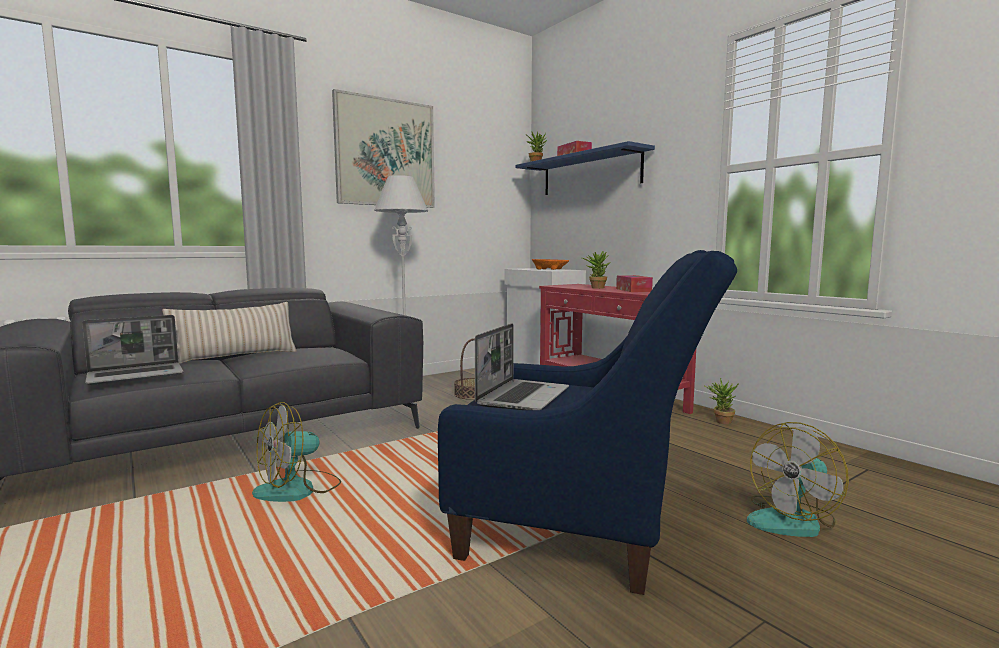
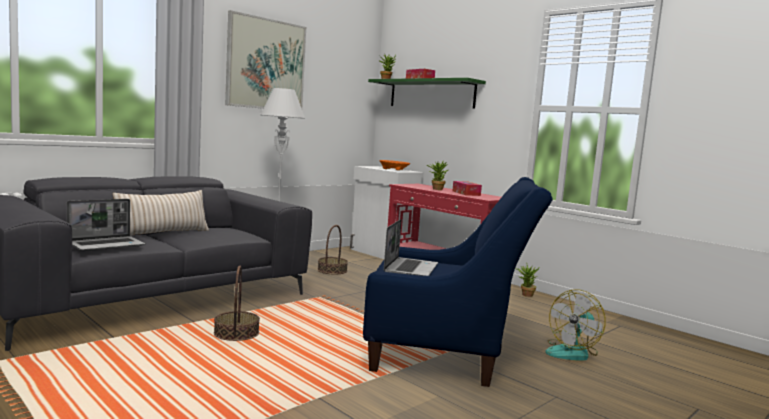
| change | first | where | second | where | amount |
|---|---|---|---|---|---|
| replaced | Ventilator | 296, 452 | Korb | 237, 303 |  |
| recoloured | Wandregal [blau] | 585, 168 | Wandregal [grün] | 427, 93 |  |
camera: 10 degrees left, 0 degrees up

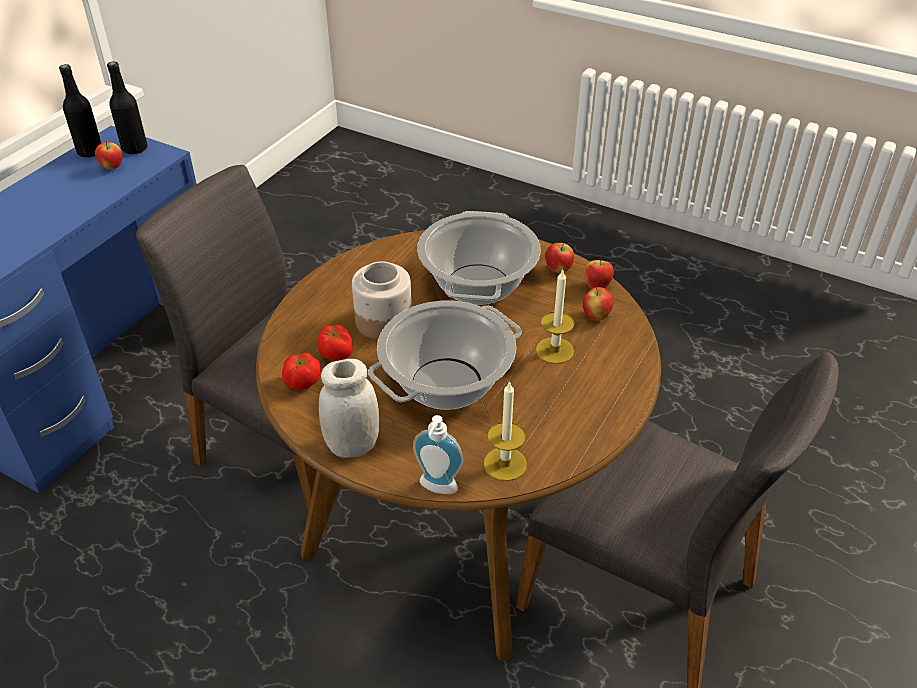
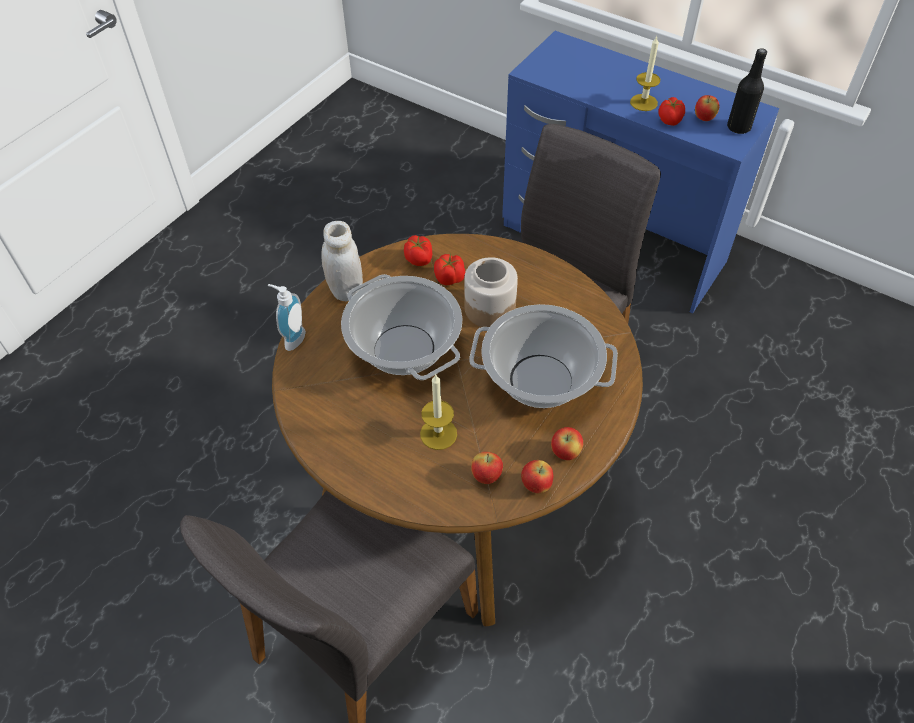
| change | first | where | second | where | amount |
|---|---|---|---|---|---|
| removed | Flasche [schwarz] | 80, 111 |  |  |  |
| added |  |  | Tomate | 671, 111 |  |
| moved | Kerze | 505, 431 |  | 645, 74 |  |
camera: 95 degrees right, 10 degrees up

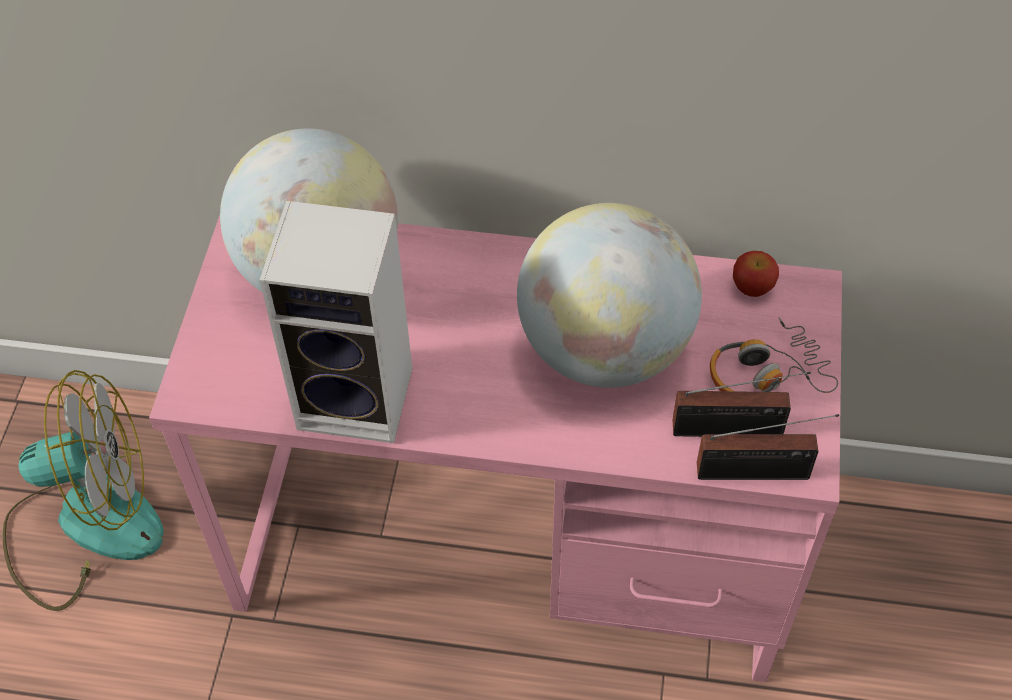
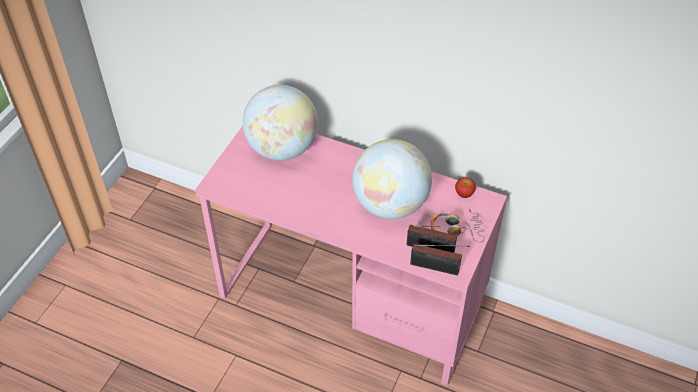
| change | first | where | second | where | amount |
|---|---|---|---|---|---|
| removed | Ventilator | 83, 490 |  |  |  |
| removed | Lautsprecher | 336, 321 |  |  |  |
camera: 15 degrees right, 5 degrees down

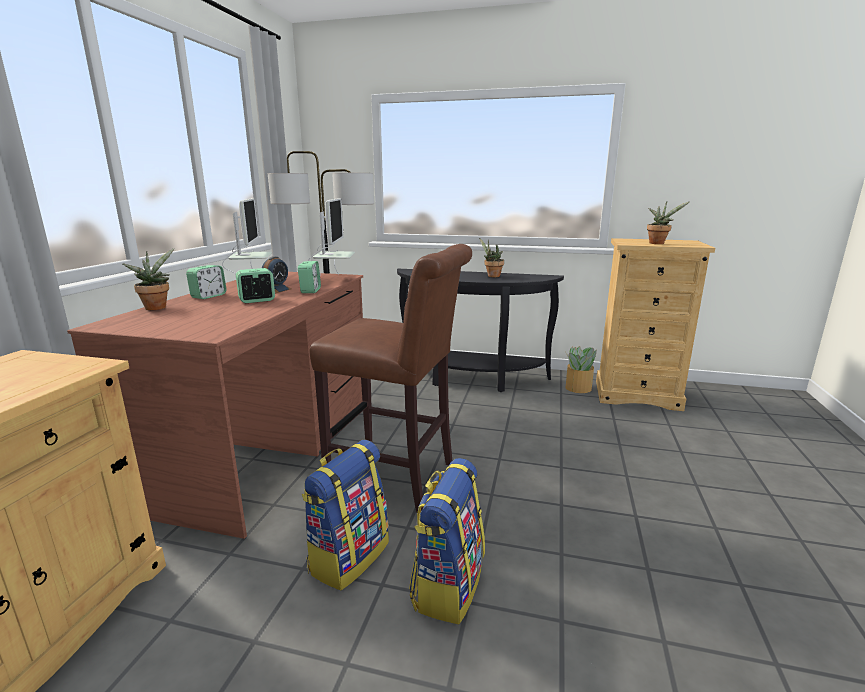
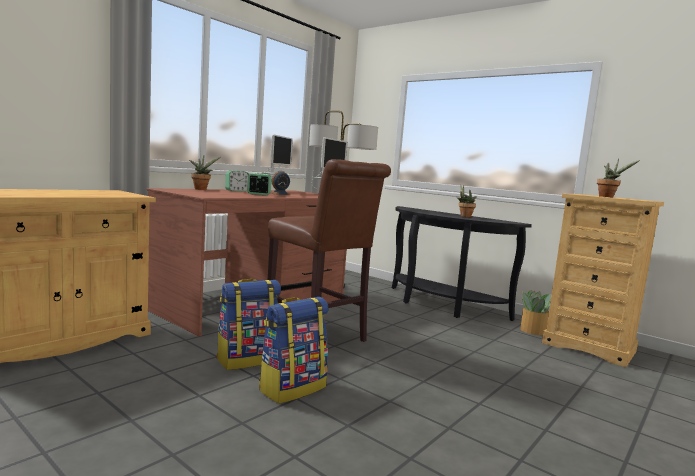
| change | first | where | second | where | amount |
|---|---|---|---|---|---|
| removed | Wecker | 309, 277 |  |  |  |
camera: 25 degrees right, 10 degrees down

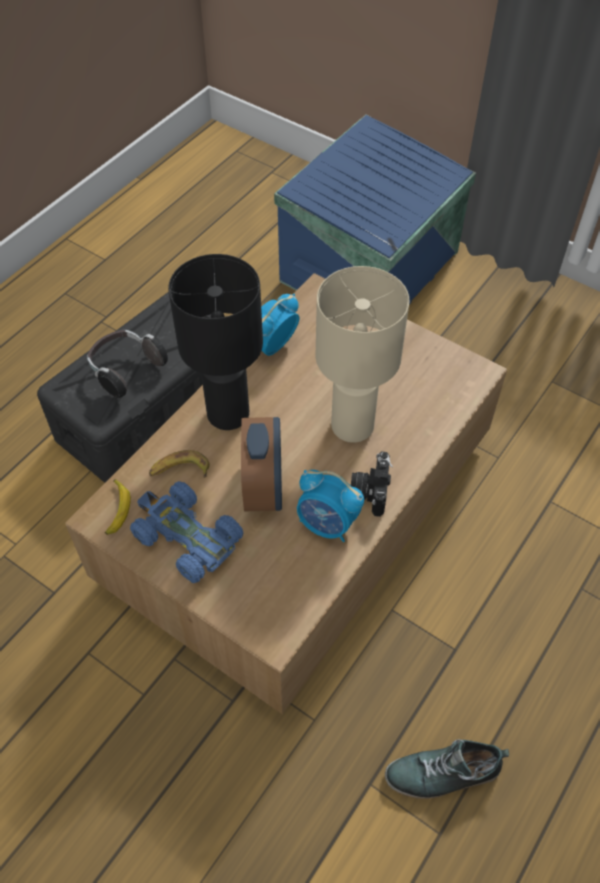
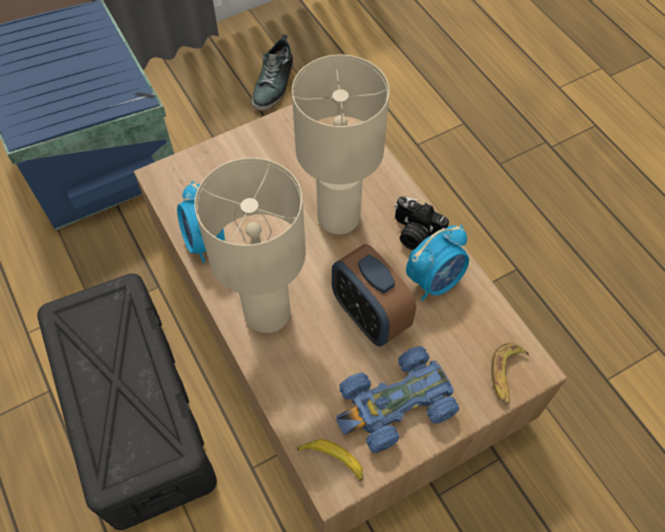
| change | first | where | second | where | amount |
|---|---|---|---|---|---|
| removed | Kopfhörer | 127, 364 |  |  |  |
| moved | Banane | 179, 464 |  | 510, 374 |  |
| moved | Schuh | 447, 769 |  | 272, 72 |  |
| recoloured | Tischlampe [schwarz] | 215, 342 | Tischlampe [beige] | 250, 245 |  |
| turned | Wecker | 261, 464 |  | 374, 295 | 150 degrees counterclockwise |
camera: 65 degrees left, 5 degrees up

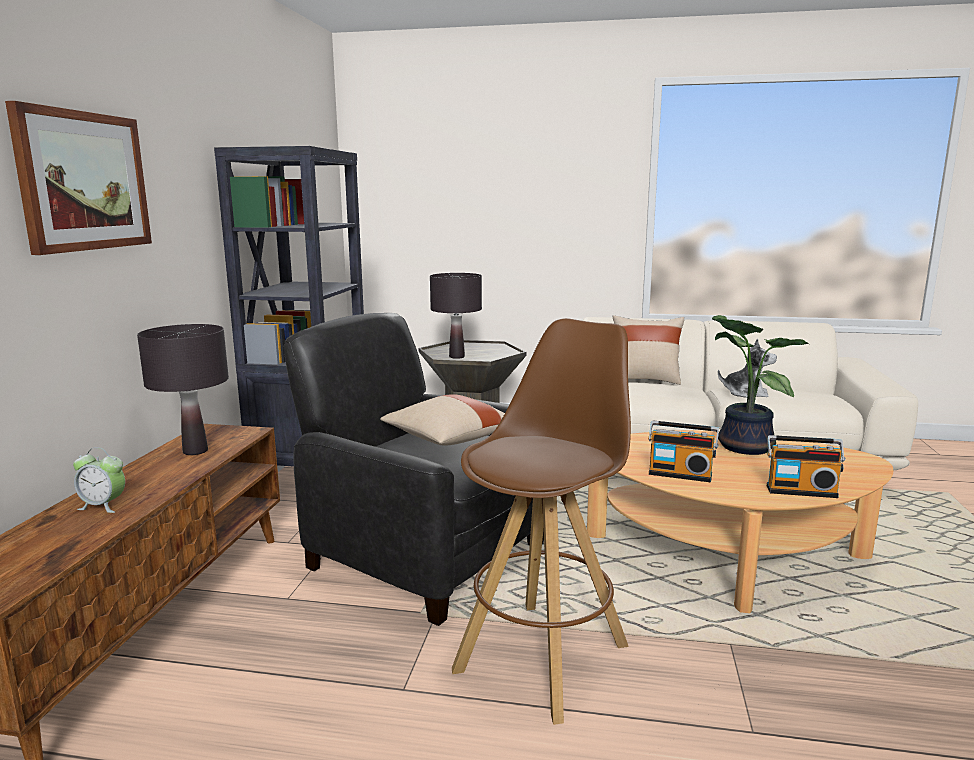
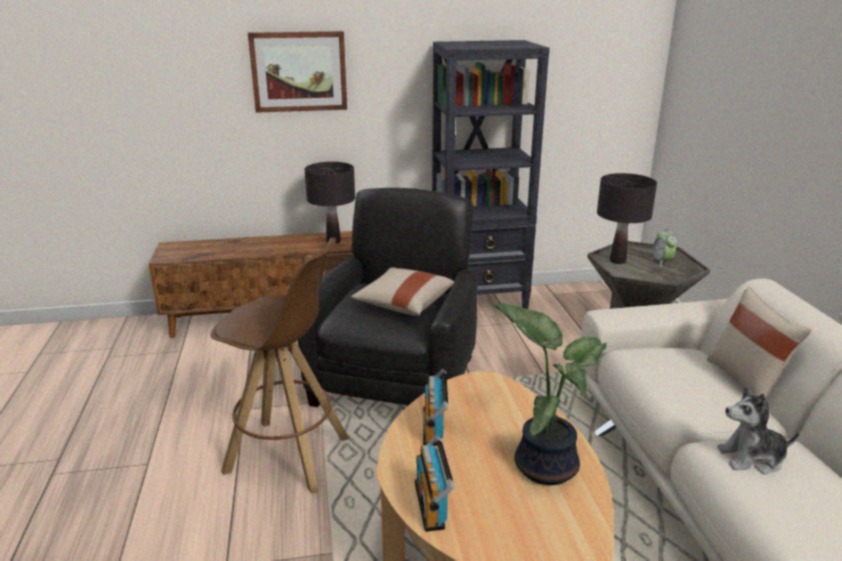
| change | first | where | second | where | amount |
|---|---|---|---|---|---|
| moved | Wecker | 99, 480 |  | 664, 248 |  |
| turned | Plüschtier | 747, 368 |  | 758, 430 | 90 degrees clockwise |
camera: 70 degrees right, 10 degrees up

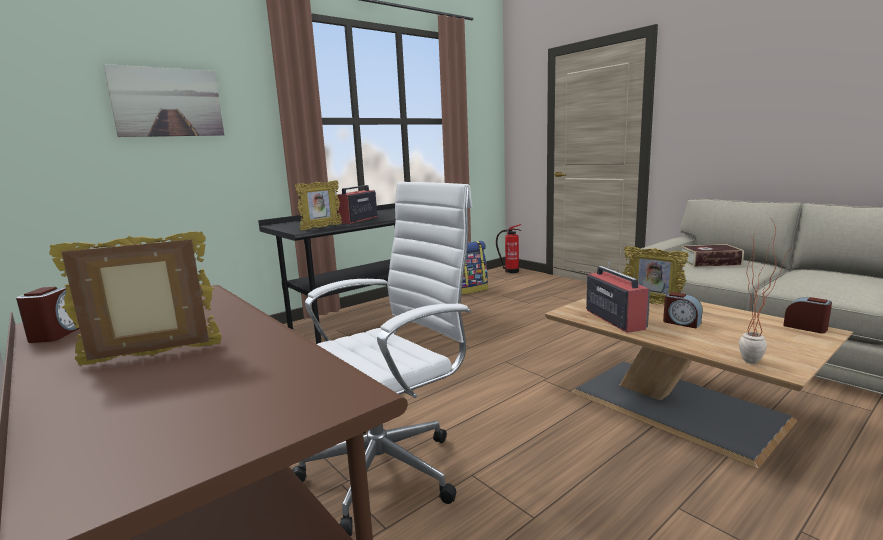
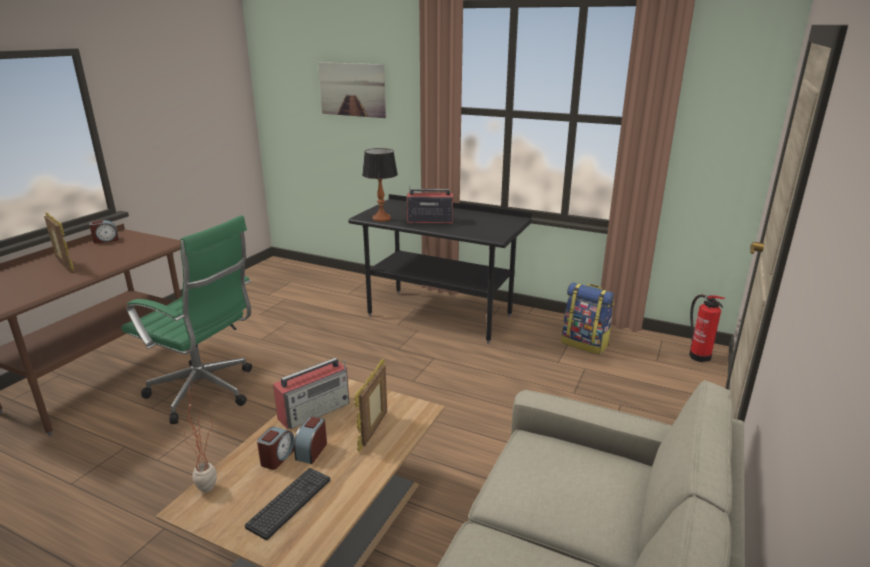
| change | first | where | second | where | amount |
|---|---|---|---|---|---|
| removed | Buch | 712, 255 |  |  |  |
| added |  |  | Tastatur | 287, 504 |  |
| moved | Wecker | 807, 315 |  | 275, 448 |  |
| replaced | Bilderrahmen | 318, 205 | Tischlampe | 380, 185 |  |
| recoloured | Bürostuhl [weiß] | 382, 359 | Bürostuhl [grün] | 186, 319 |  |
camera: 65 degrees right, 10 degrees up

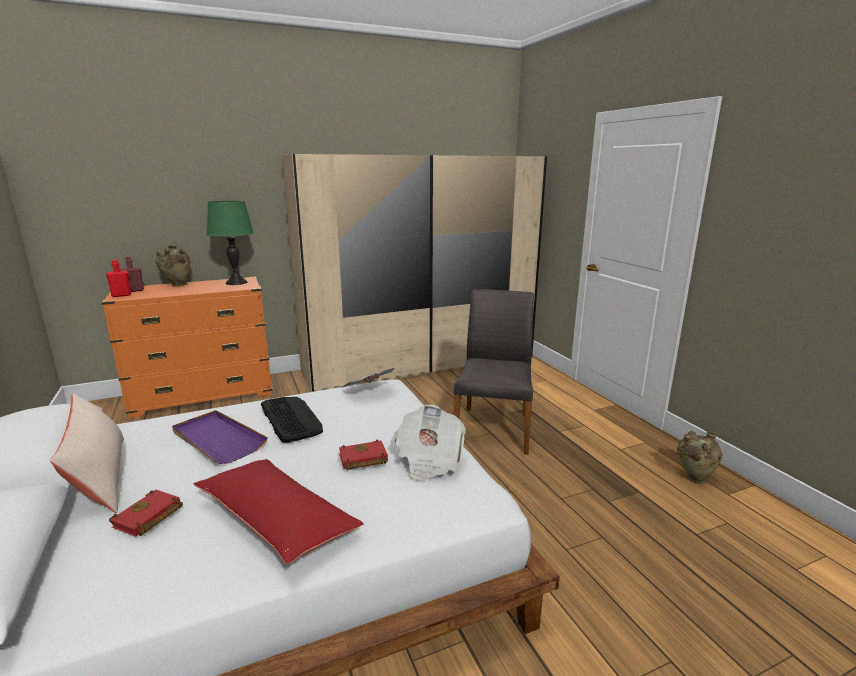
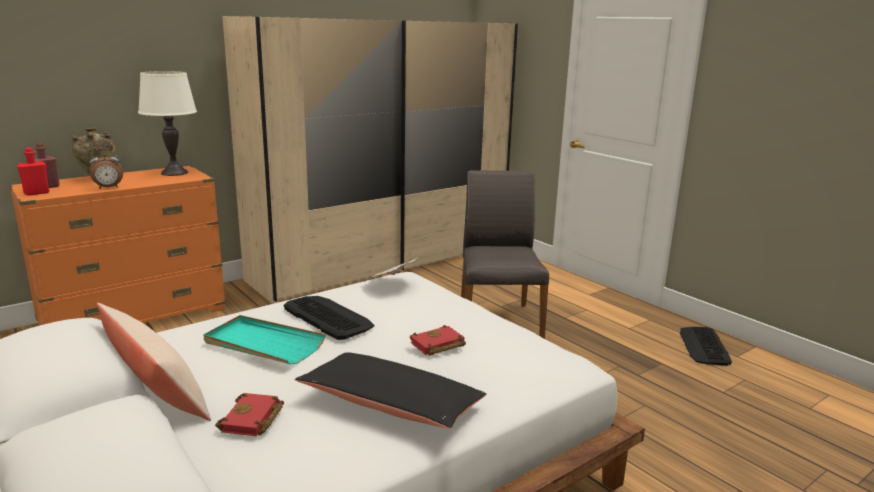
| change | first | where | second | where | amount |
|---|---|---|---|---|---|
| removed | Zeitung | 430, 443 |  |  |  |
| added |  |  | Wecker | 106, 168 |  |
| replaced | Vase [beige] | 699, 457 | Tastatur | 706, 346 |  |
| recoloured | Tablett [lila] | 220, 437 | Tablett [türkis] | 264, 339 |  |
| recoloured | Kissen [rot] | 278, 511 | Kissen [schwarz] | 390, 390 |  |
| recoloured | Tischlampe [grün] | 230, 243 | Tischlampe [weiß] | 167, 123 |  |
camera: 15 degrees left, 0 degrees up

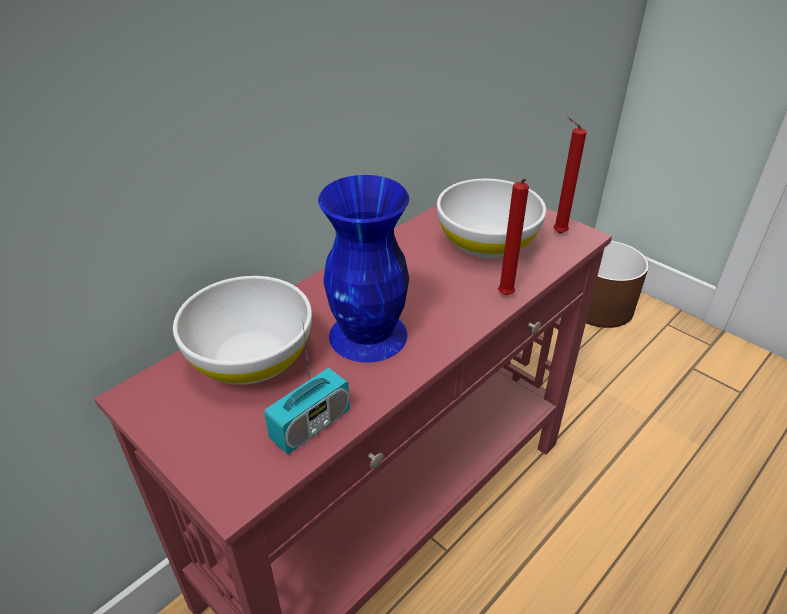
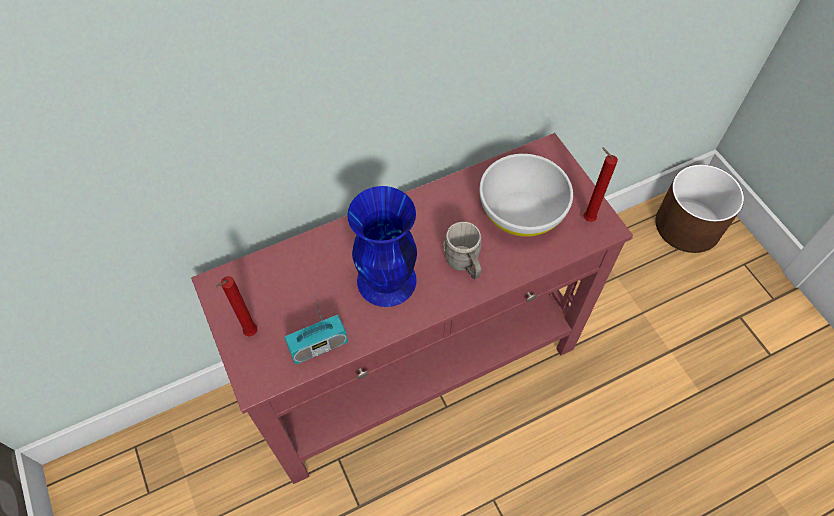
| change | first | where | second | where | amount |
|---|---|---|---|---|---|
| removed | Schüssel [weiß] | 242, 330 |  |  |  |
| added |  |  | Henkelbecher [grau] | 462, 250 |  |
| moved | Kerze [rot] | 513, 236 |  | 237, 306 |  |
camera: 20 degrees right, 20 degrees up

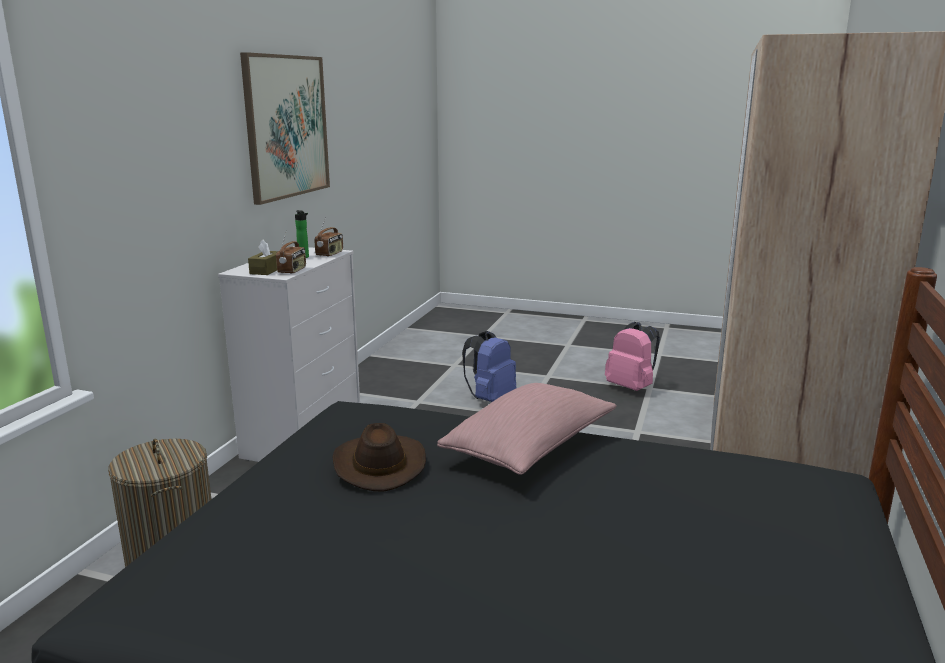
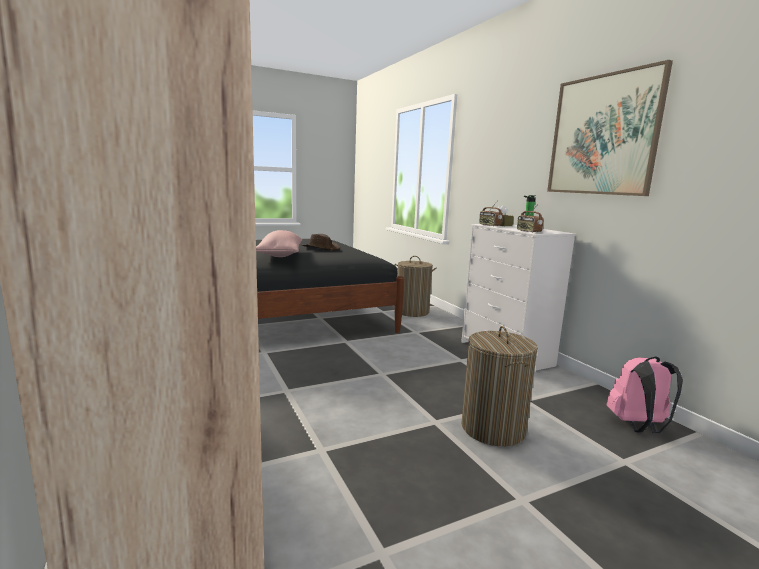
| change | first | where | second | where | amount |
|---|---|---|---|---|---|
| moved | Rucksack [rosa] | 632, 356 |  | 645, 394 |  |
| replaced | Rucksack [blau] | 489, 366 | Wäschekorb | 499, 386 |  |
camera: 135 degrees right, 5 degrees down

